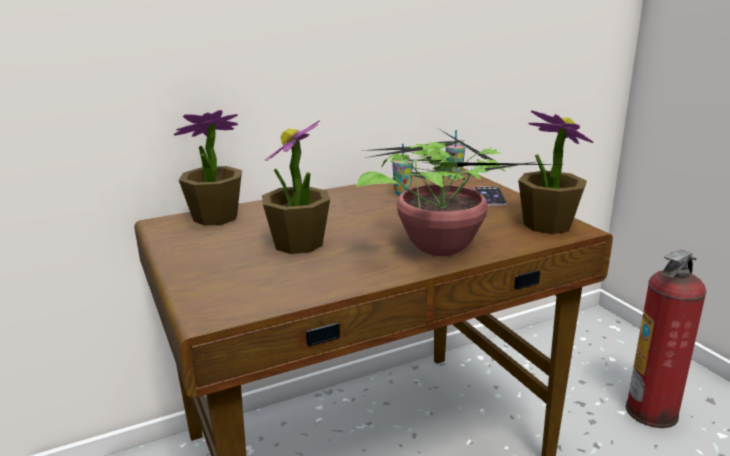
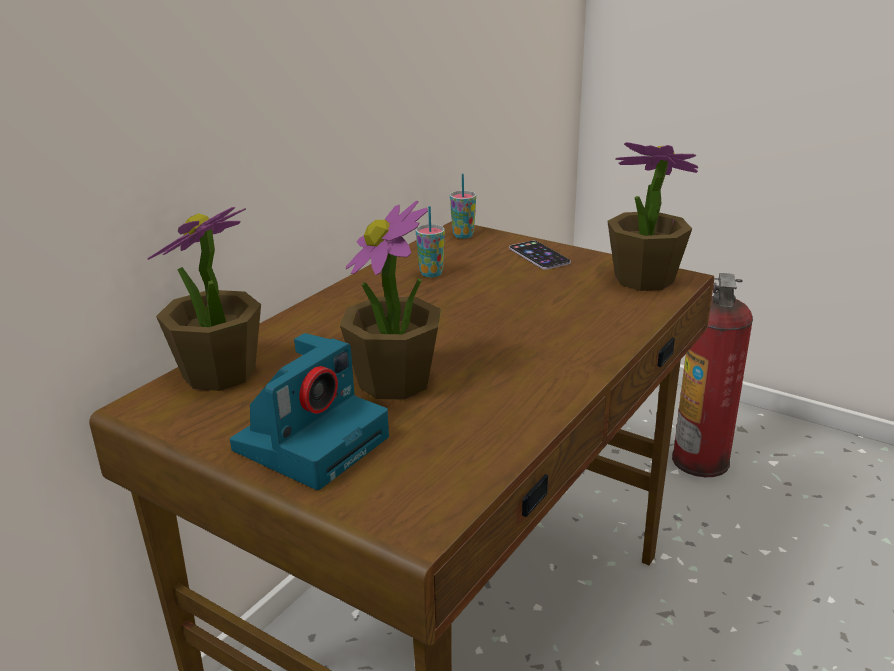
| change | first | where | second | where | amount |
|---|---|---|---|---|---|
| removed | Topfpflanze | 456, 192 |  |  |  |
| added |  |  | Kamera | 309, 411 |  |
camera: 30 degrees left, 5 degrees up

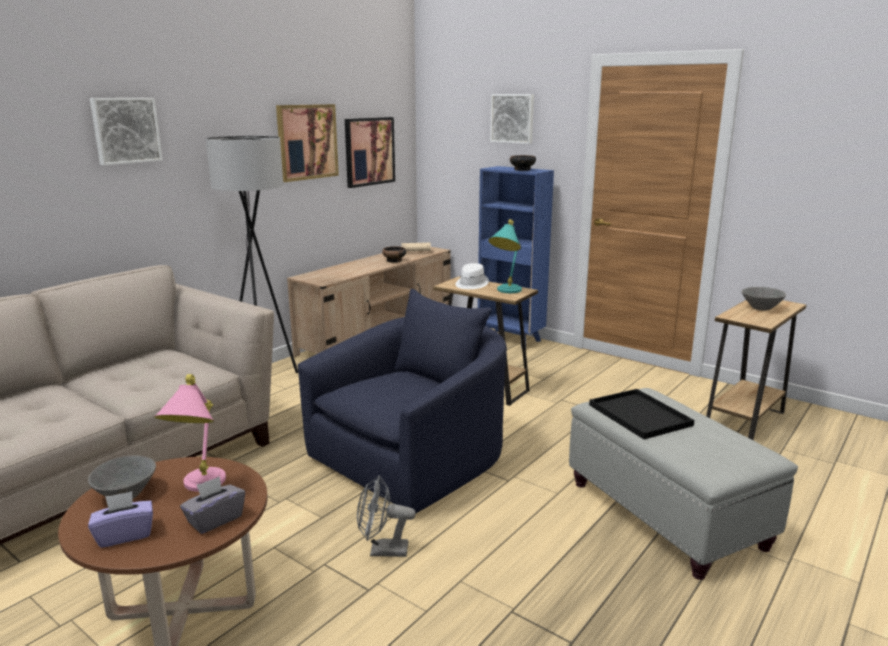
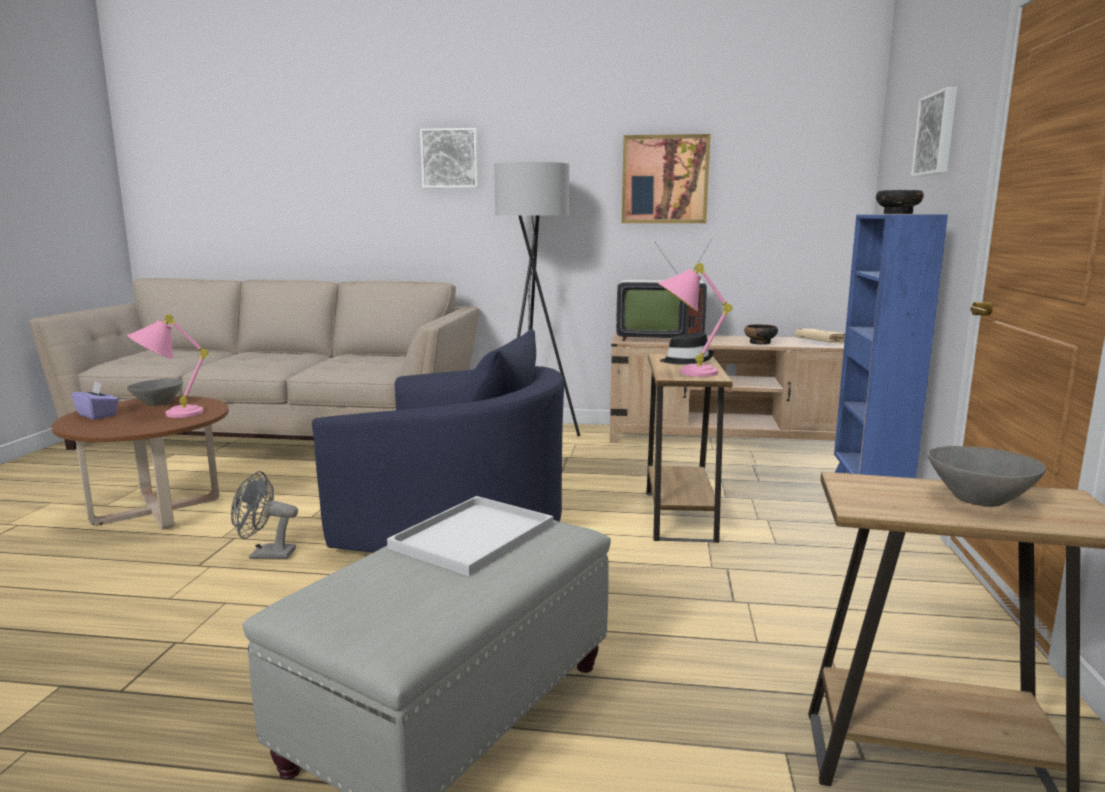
| change | first | where | second | where | amount |
|---|---|---|---|---|---|
| removed | Taschentuchbox [grau] | 212, 505 |  |  |  |
| removed | Bild | 370, 152 |  |  |  |
| added |  |  | Fernseher | 664, 289 |  |
| recoloured | Hut [weiß] | 472, 276 | Hut [schwarz] | 687, 349 |  |
| recoloured | Tischlampe [türkis] | 505, 256 | Tischlampe [rosa] | 695, 320 |  |
| recoloured | Tablett [schwarz] | 641, 414 | Tablett [weiß] | 470, 536 |  |
| turned | Ventilator [grau] | 386, 516 |  | 264, 515 | 60 degrees counterclockwise |
camera: 60 degrees right, 5 degrees down

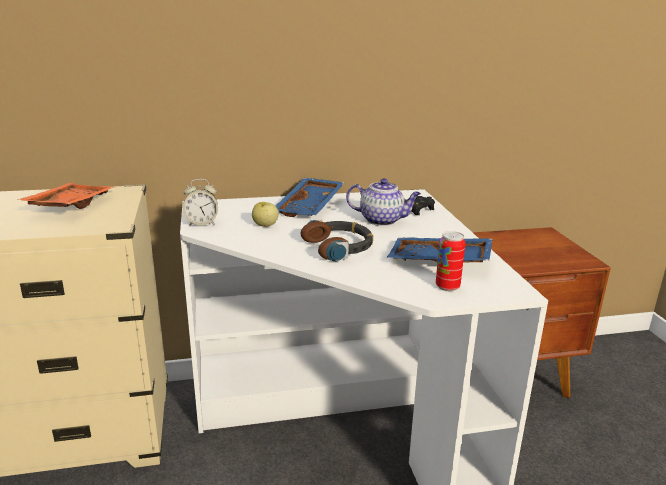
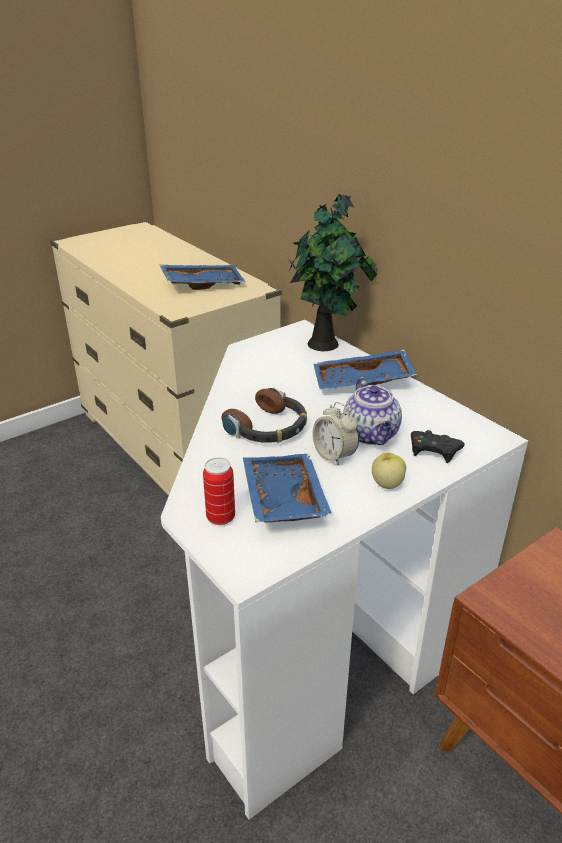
| change | first | where | second | where | amount |
|---|---|---|---|---|---|
| added |  |  | Topfpflanze | 333, 272 |  |
| moved | Wecker | 200, 202 |  | 336, 434 |  |
| moved | Apfel | 265, 214 |  | 389, 470 |  |
| recoloured | Tablett [orange] | 66, 196 | Tablett [blau] | 203, 277 |  |
camera: 65 degrees right, 10 degrees up

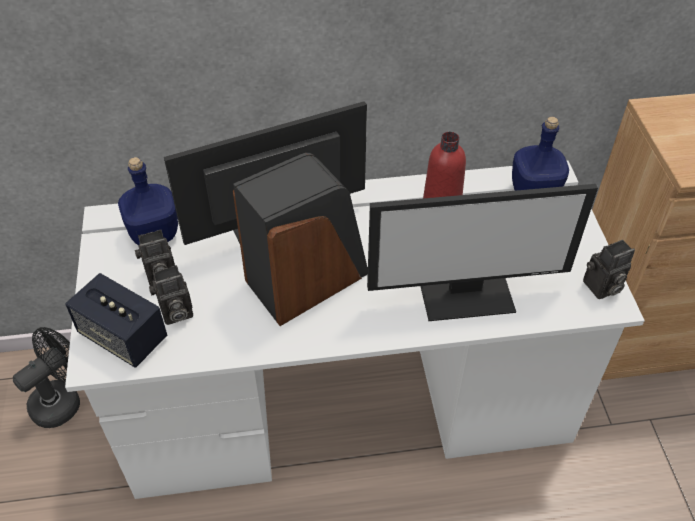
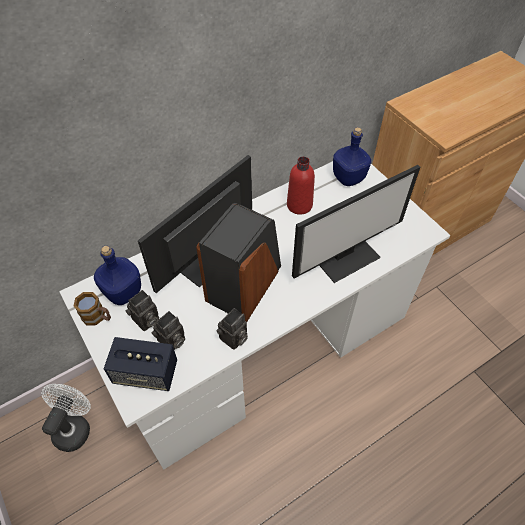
| change | first | where | second | where | amount |
|---|---|---|---|---|---|
| added |  |  | Henkelbecher | 92, 309 |  |
| moved | Kamera | 609, 269 |  | 232, 329 |  |
| recoloured | Ventilator [schwarz] | 46, 377 | Ventilator [weiß] | 66, 418 |  |
camera: 25 degrees left, 5 degrees up

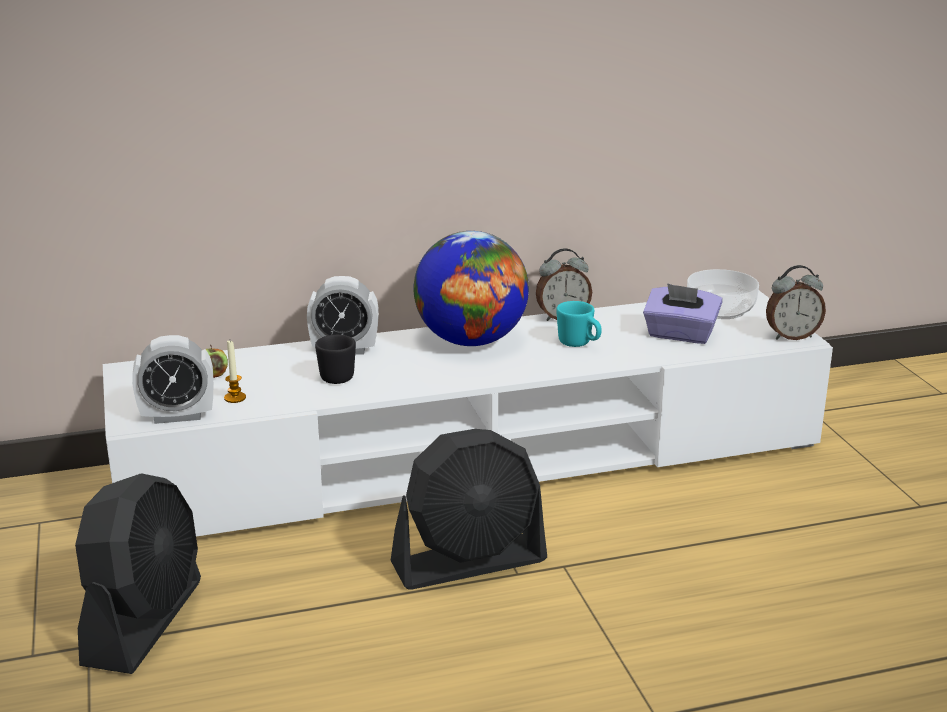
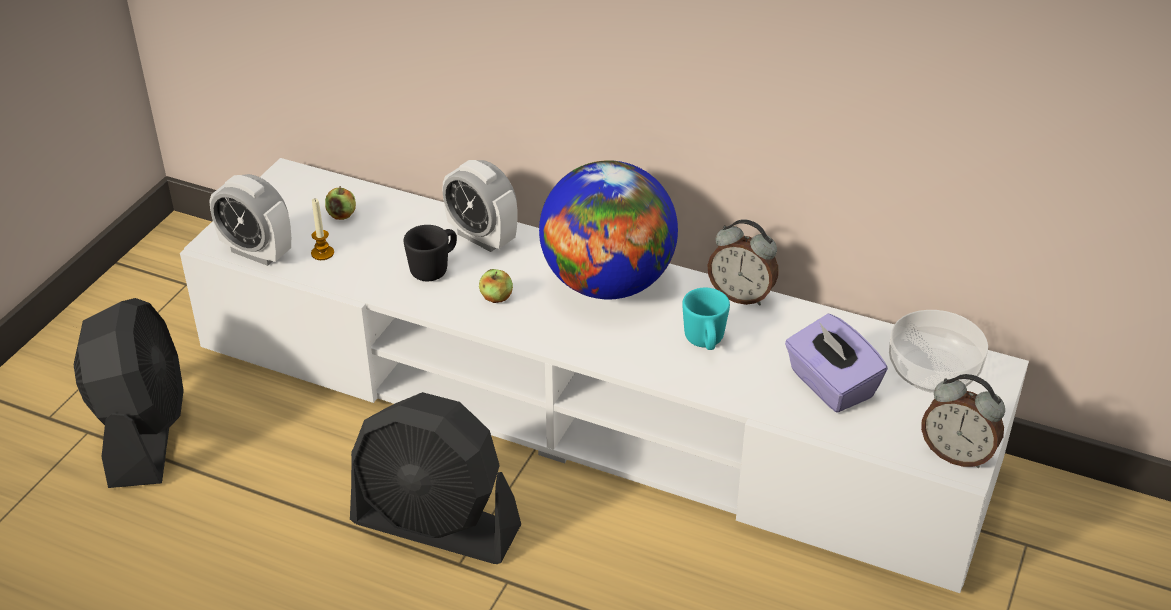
| change | first | where | second | where | amount |
|---|---|---|---|---|---|
| added |  |  | Apfel | 496, 286 |  |
| turned | Ventilator [schwarz] | 138, 573 |  | 129, 393 | 60 degrees counterclockwise |
camera: 40 degrees right, 15 degrees up

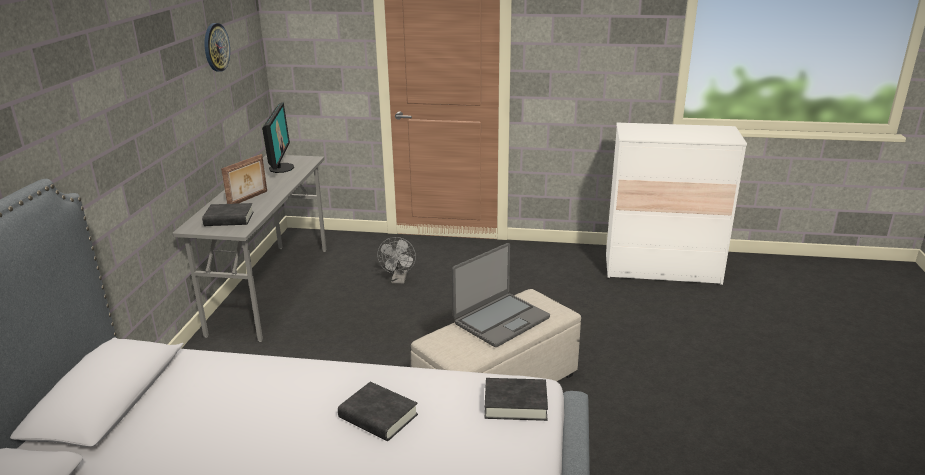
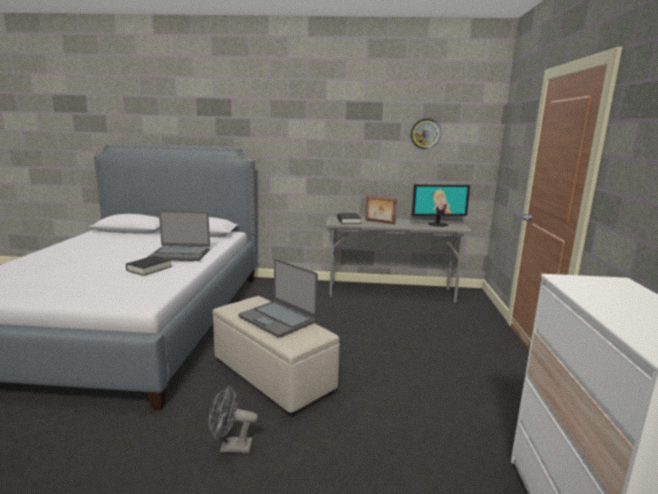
| change | first | where | second | where | amount |
|---|---|---|---|---|---|
| removed | Buch [schwarz] | 516, 399 |  |  |  |
| added |  |  | Laptop | 179, 235 |  |
| moved | Ventilator [grau] | 396, 260 |  | 233, 419 |  |
camera: 85 degrees right, 10 degrees down

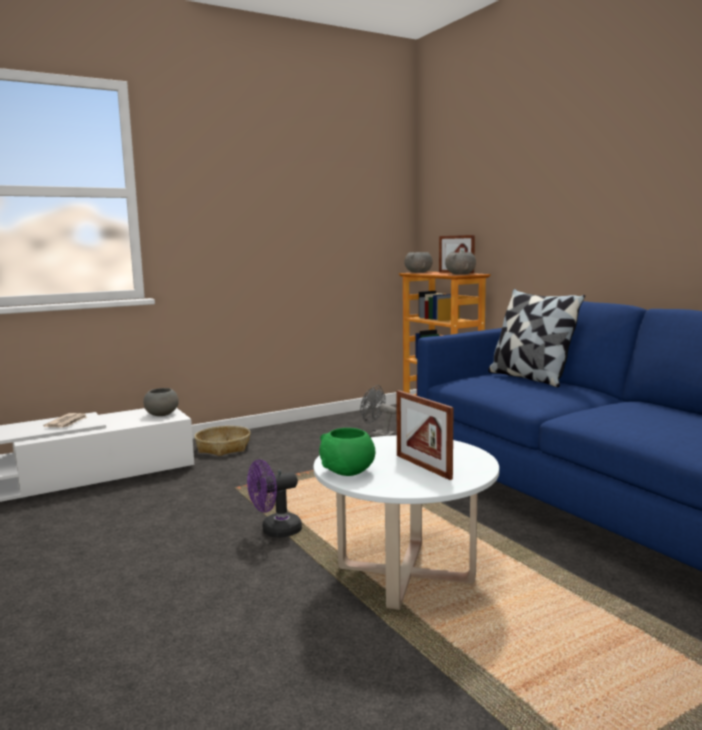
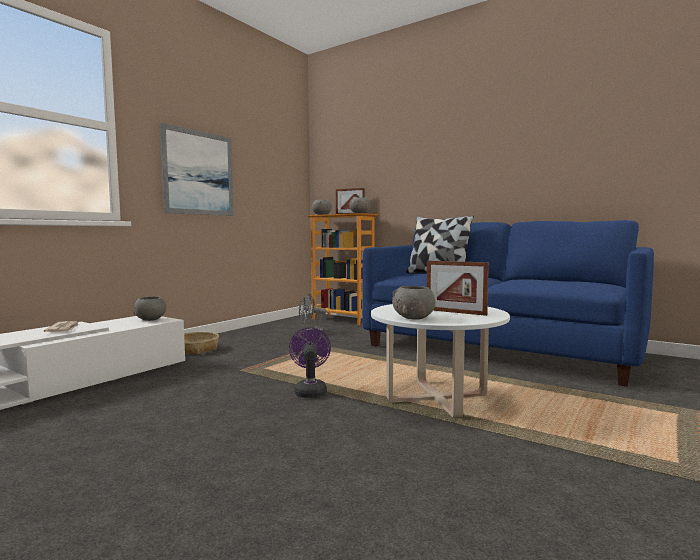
| change | first | where | second | where | amount |
|---|---|---|---|---|---|
| added |  |  | Bild | 196, 169 |  |
| recoloured | Schüssel [grün] | 347, 452 | Schüssel [grau] | 413, 303 |  |
| turned | Ventilator [lila] | 274, 499 |  | 310, 362 | 135 degrees clockwise |
camera: 25 degrees left, 5 degrees down

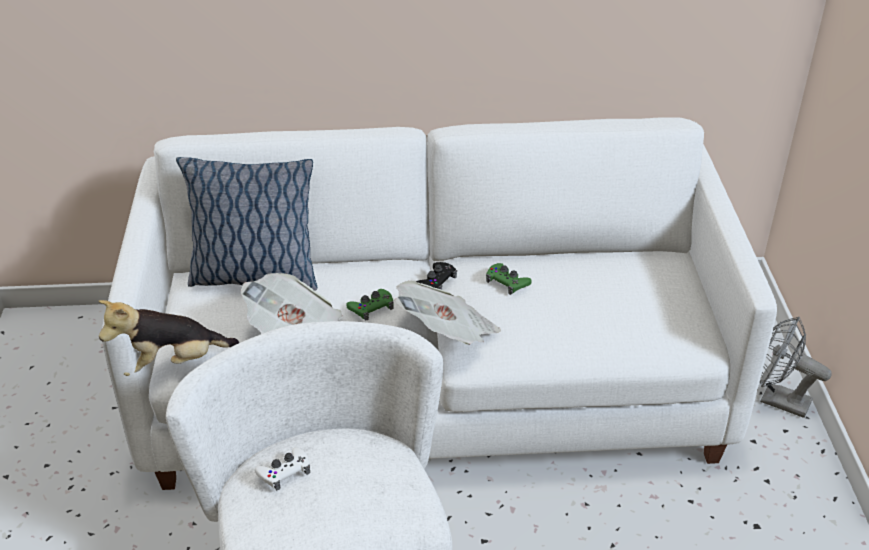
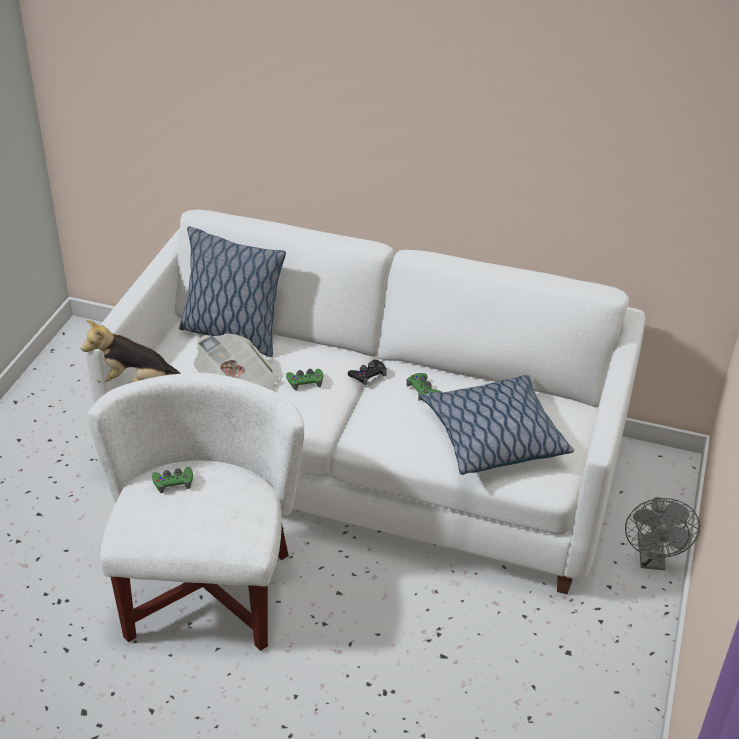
| change | first | where | second | where | amount |
|---|---|---|---|---|---|
| removed | Zeitung | 447, 313 |  |  |  |
| added |  |  | Kissen | 497, 425 |  |
| recoloured | Gamepad [weiß] | 282, 468 | Gamepad [grün] | 172, 480 |  |
| turned | Ventilator [grau] | 796, 367 |  | 662, 533 | 135 degrees counterclockwise |
camera: 20 degrees right, 0 degrees up

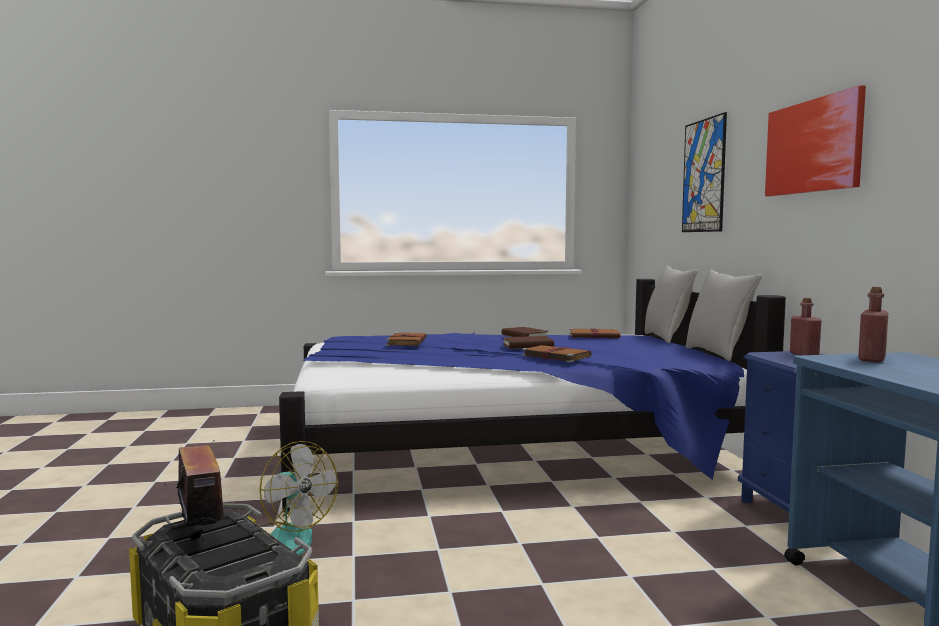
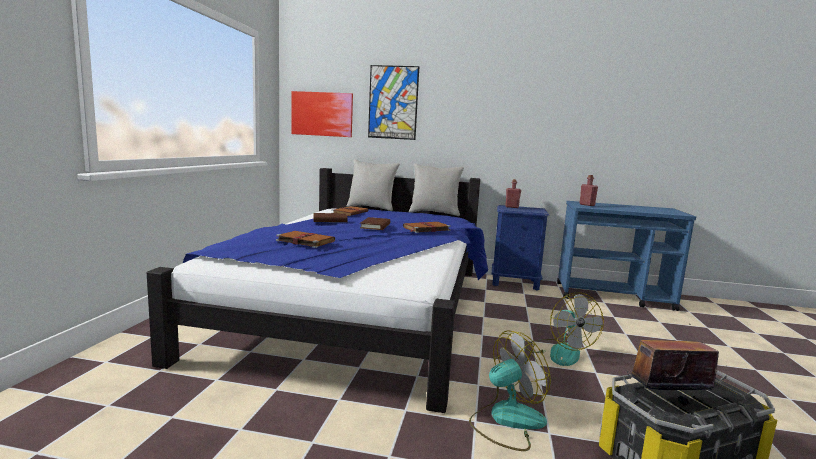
| change | first | where | second | where | amount |
|---|---|---|---|---|---|
| added |  |  | Ventilator | 564, 329 |  |
| moved | Bild | 815, 140 |  | 322, 114 |  |
camera: 70 degrees left, 5 degrees up

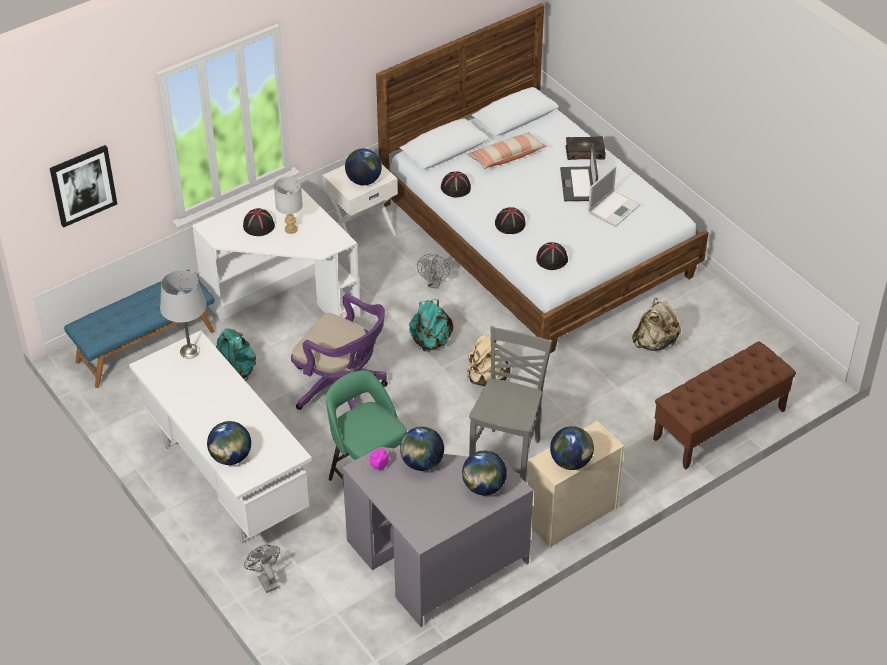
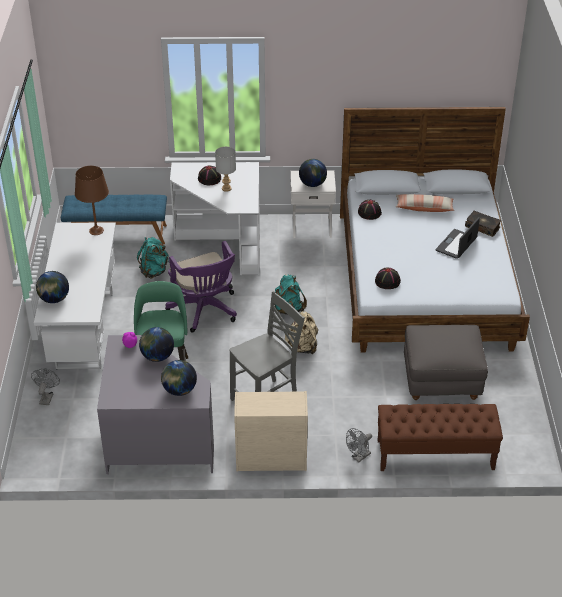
| change | first | where | second | where | amount |
|---|---|---|---|---|---|
| removed | Bild | 83, 186 |  |  |  |
| removed | Hut [schwarz] | 510, 220 |  |  |  |
| removed | Globus | 572, 448 |  |  |  |
| removed | Laptop | 614, 196 |  |  |  |
| moved | Ventilator [grau] | 433, 271 |  | 359, 445 |  |
| replaced | Rucksack [beige] | 656, 324 | Polsterhocker [grau] | 446, 362 |  |
| recoloured | Tischlampe [grau] | 183, 314 | Tischlampe [braun] | 92, 200 |  |
camera: 35 degrees right, 5 degrees down

